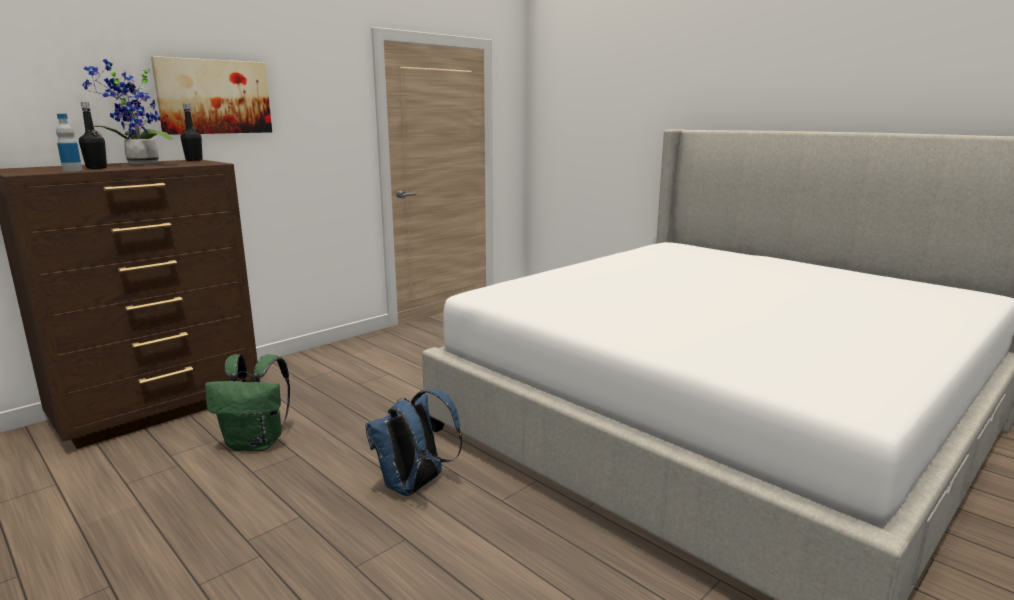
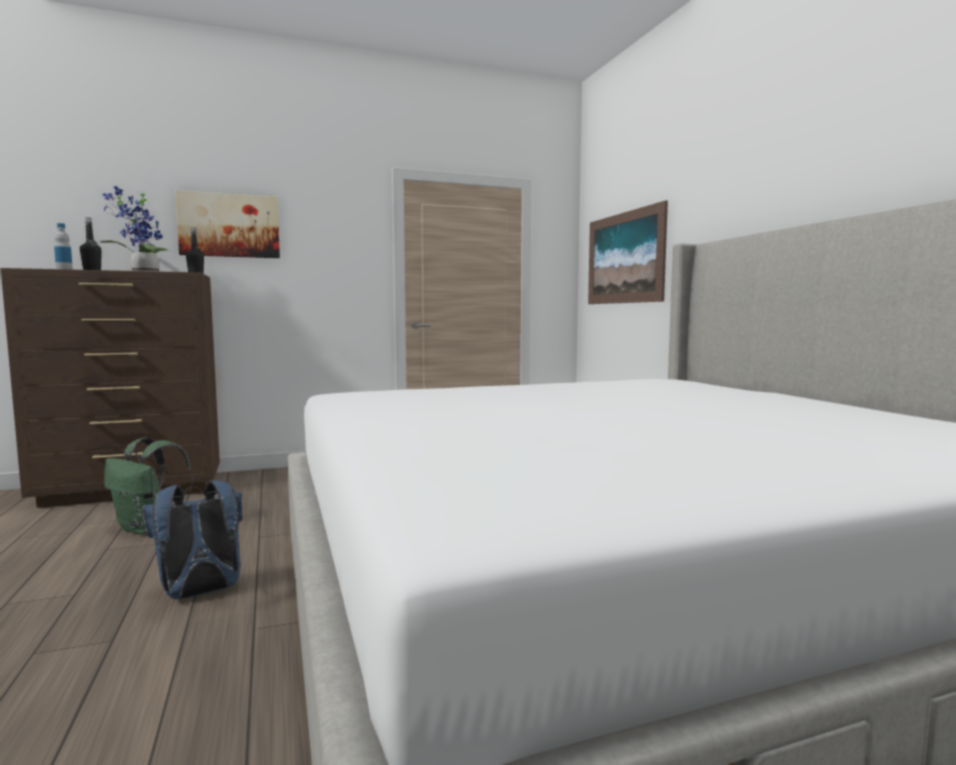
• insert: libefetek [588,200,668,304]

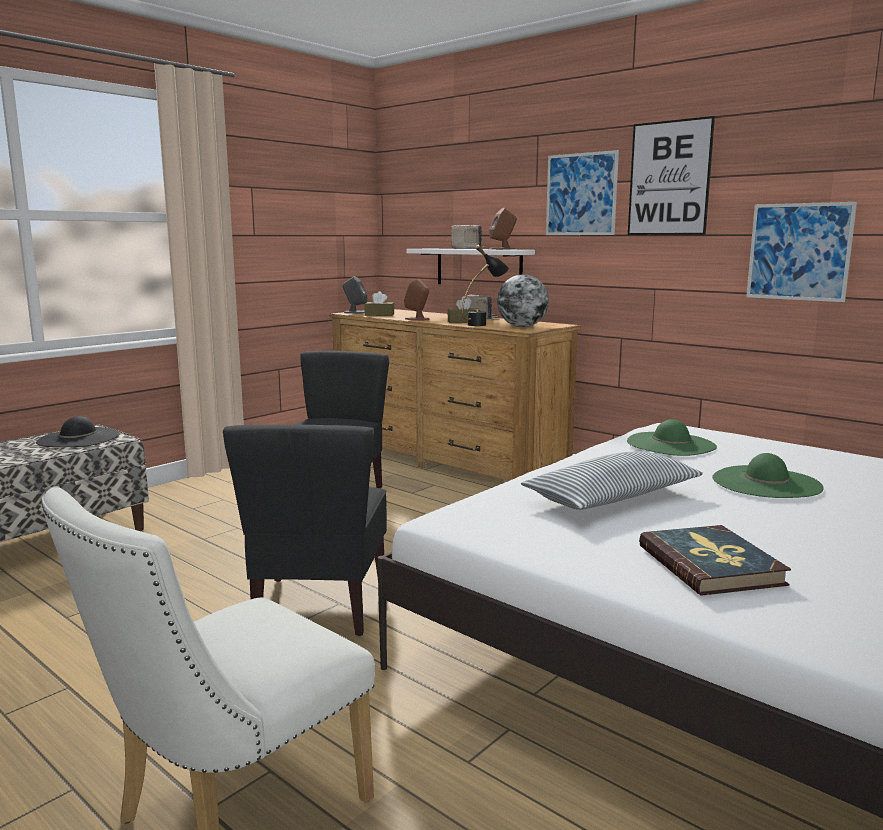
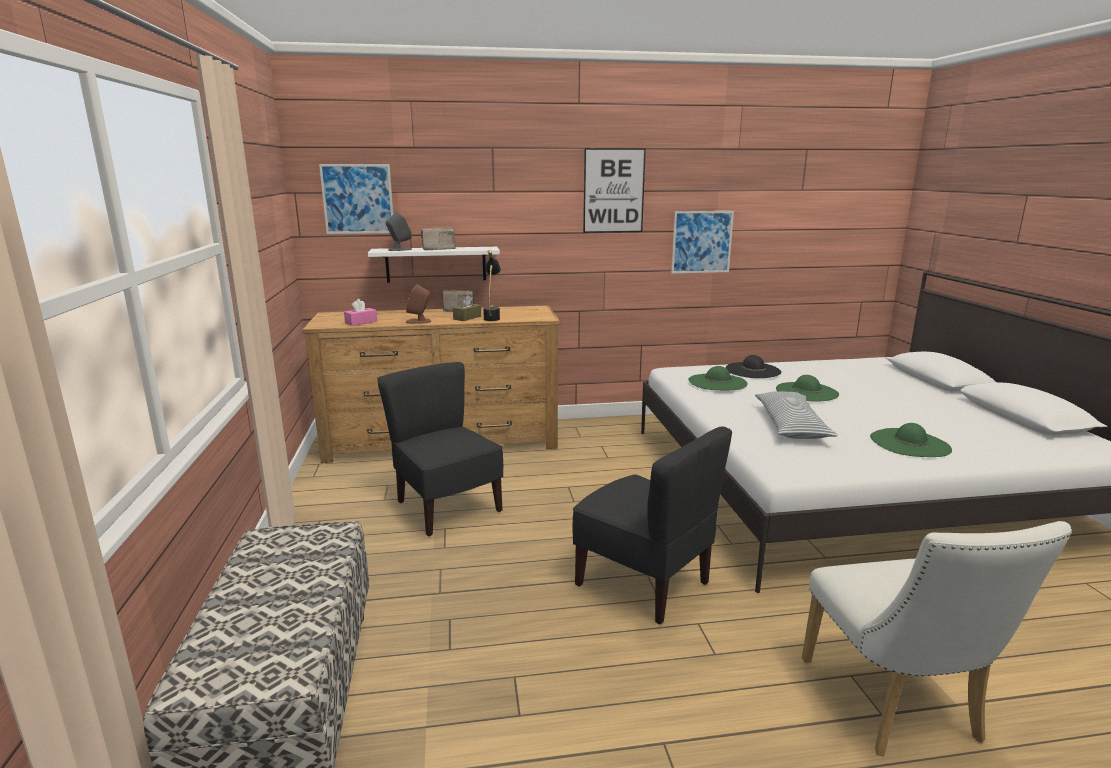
• delete: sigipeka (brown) [489,208,517,250]
• delete: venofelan [497,274,549,327]
• move: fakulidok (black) [36,416,120,447] to [726,355,782,378]
• move: sigipeka (grey) [342,276,367,314] to [385,212,412,251]
• move: libefetek [546,150,619,235] to [319,164,393,234]
• replace: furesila [639,525,791,596] to fakulidok (green) [870,423,952,457]
• recolor: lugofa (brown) [364,291,394,316] to lugofa (pink) [344,299,377,326]

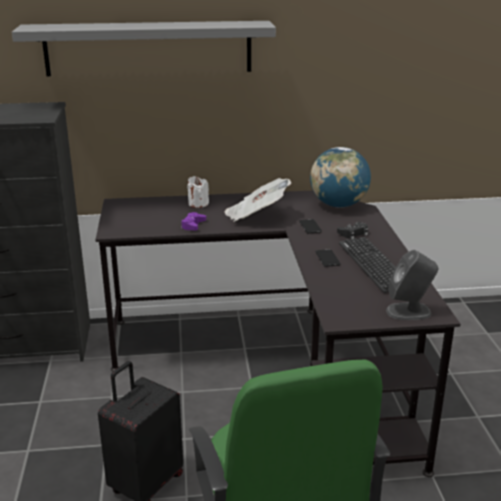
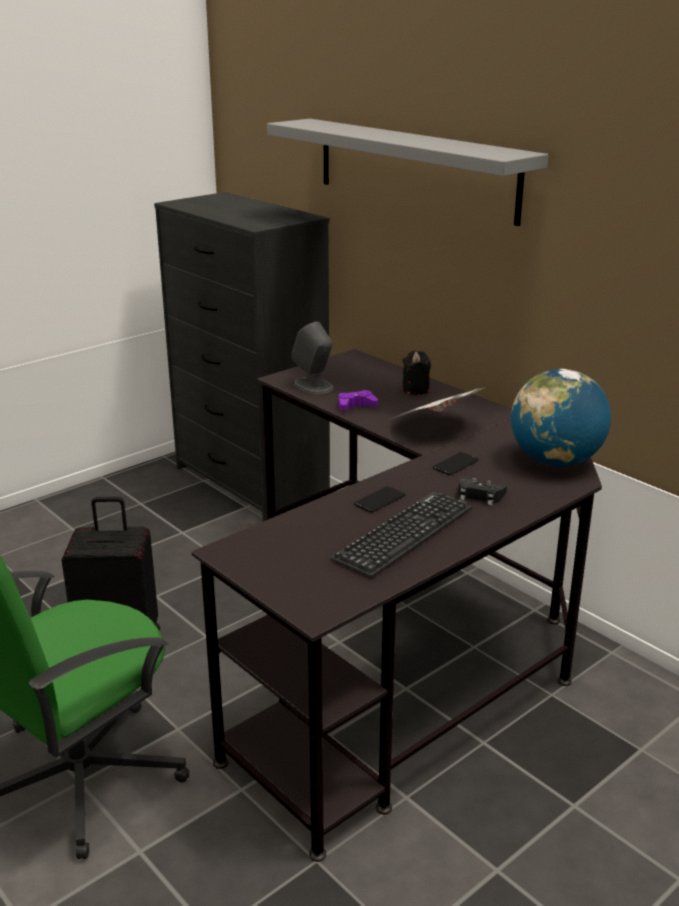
• move: sigipeka (grey) [386,250,438,320] to [292,322,334,394]
• recolor: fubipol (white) [187,176,209,208] to fubipol (black) [402,350,431,395]

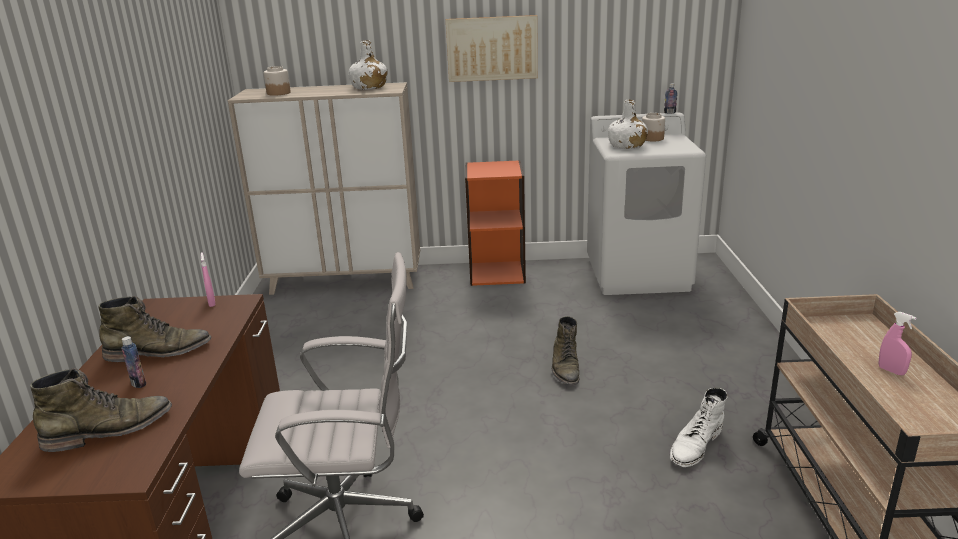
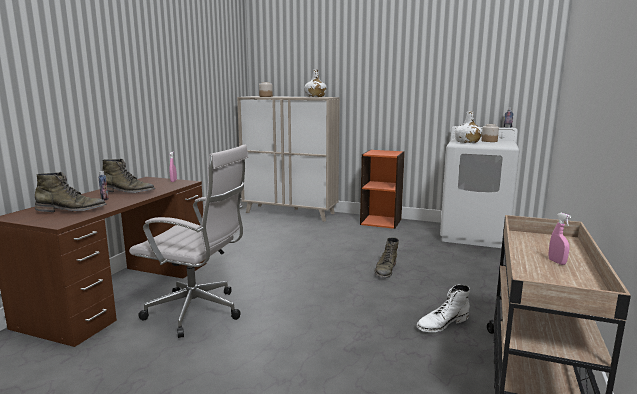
• delete: libefetek [446,15,538,82]

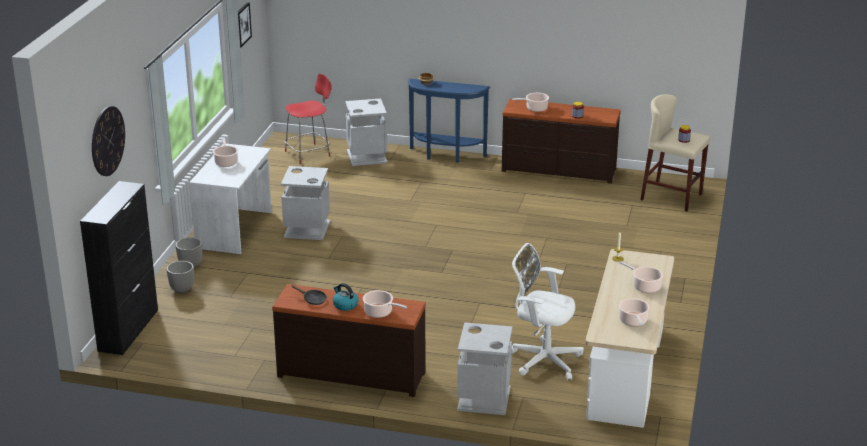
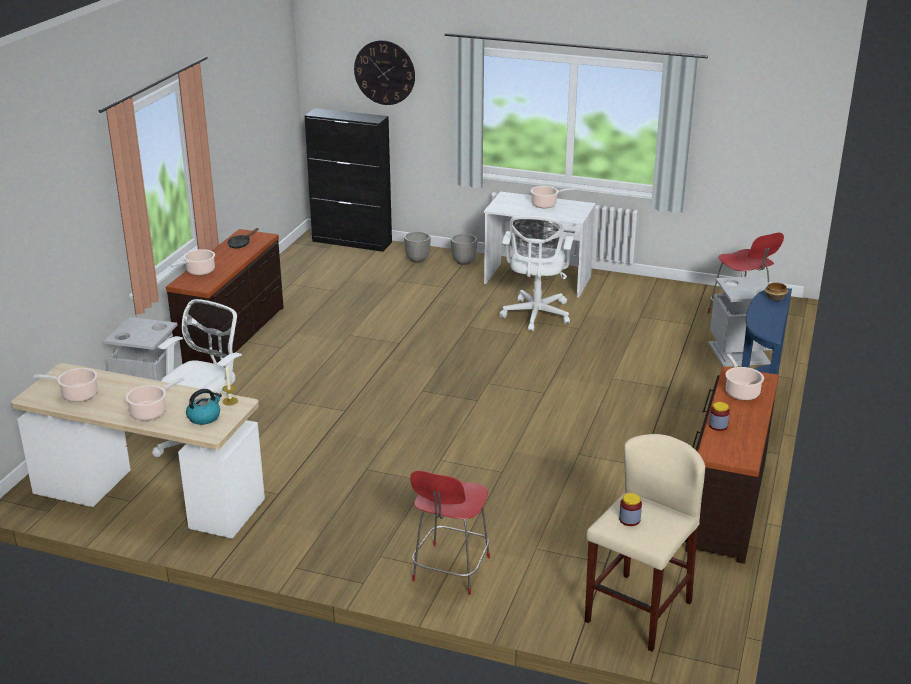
• delete: libefetek [238,2,252,48]
• insert: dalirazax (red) [410,470,490,595]
• move: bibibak [333,283,359,311] to [186,389,222,425]
• replace: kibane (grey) [281,166,330,240] to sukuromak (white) [499,216,574,331]

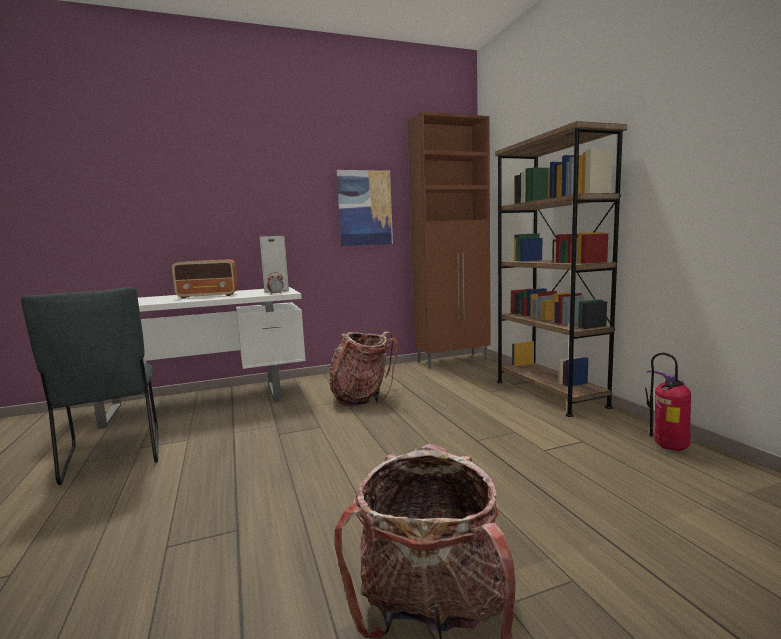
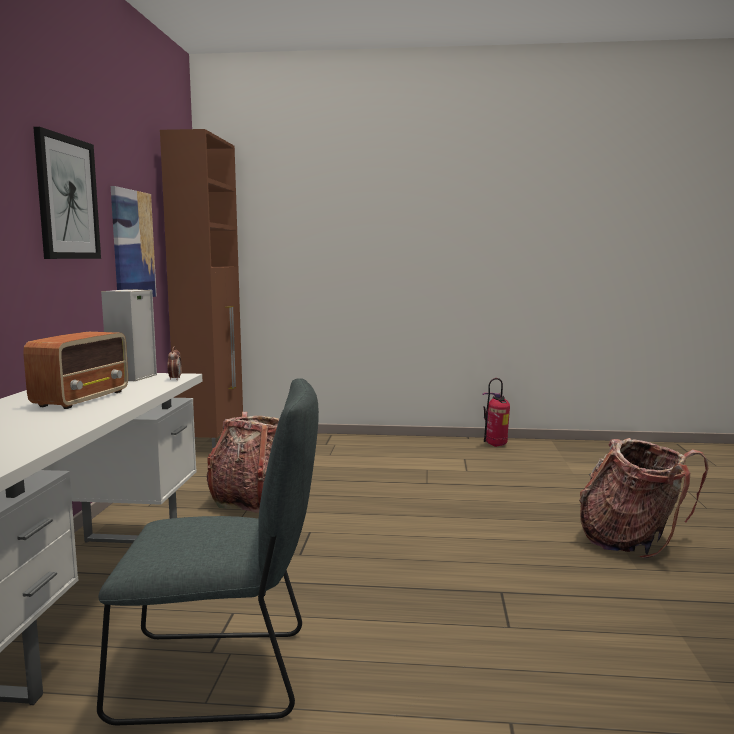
• delete: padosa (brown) [495,121,627,417]
• insert: libefetek [33,127,101,259]

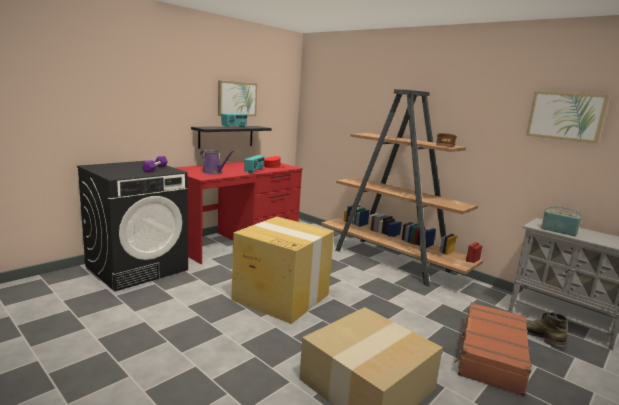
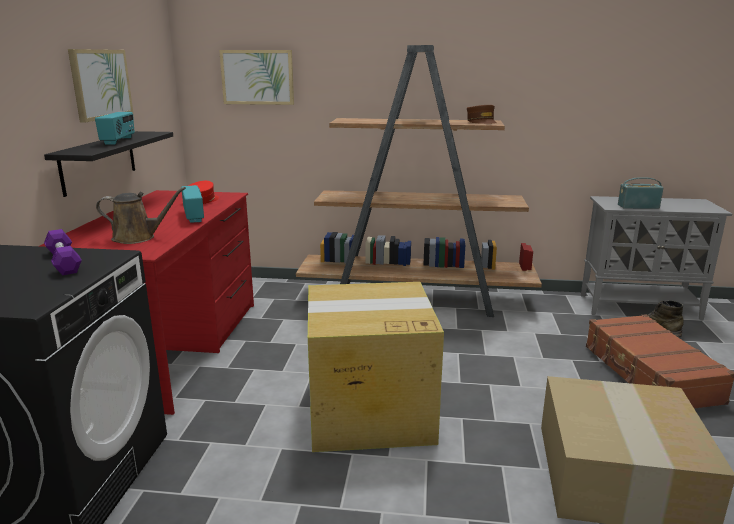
• move: libefetek [526,91,609,143] to [219,50,294,105]
• recolor: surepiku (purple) [200,149,234,175] to surepiku (brown) [96,187,186,244]

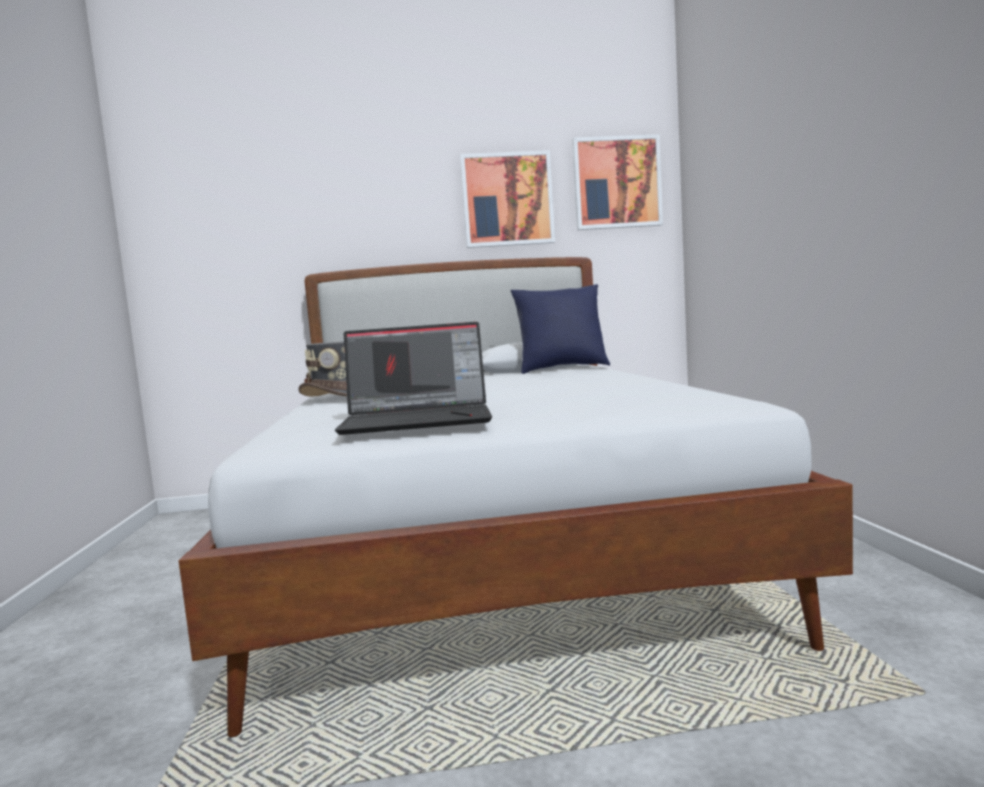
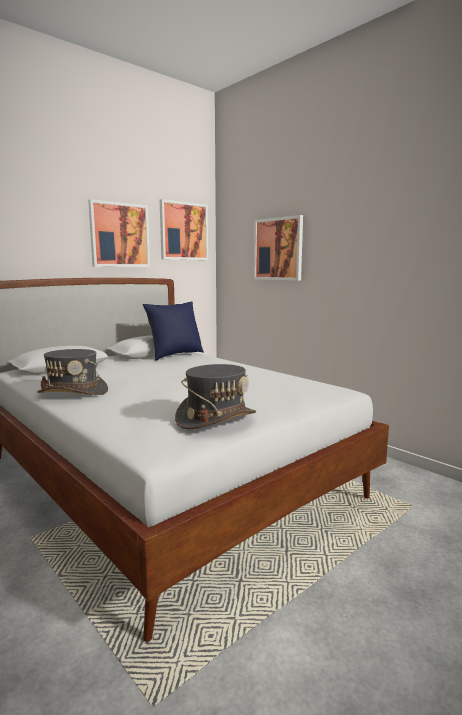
• insert: libefetek [254,215,303,281]
• replace: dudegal [335,322,492,435] to fakulidok (grey) [175,364,256,429]

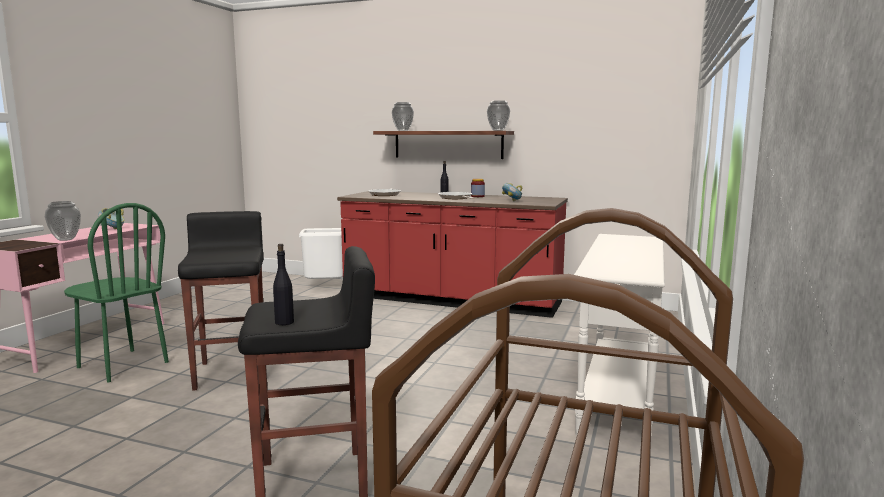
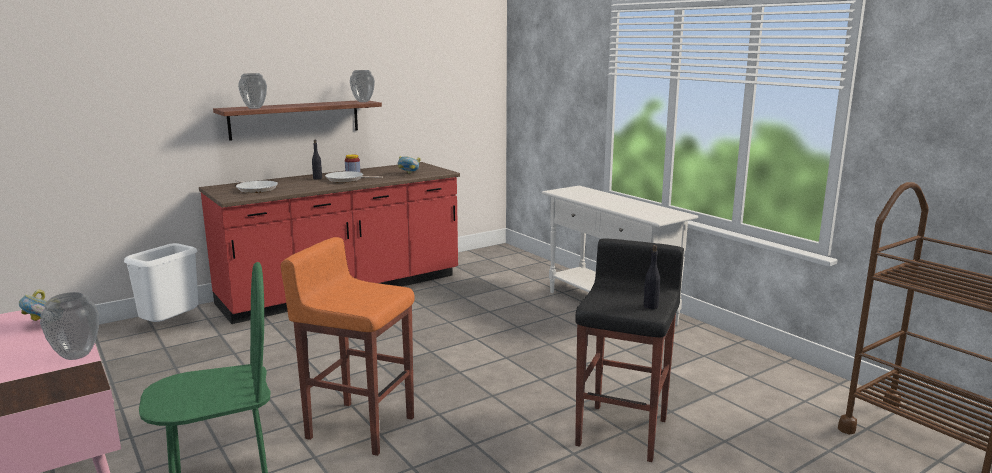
• recolor: dalirazax (black) [178,211,264,391] to dalirazax (orange) [281,237,415,456]

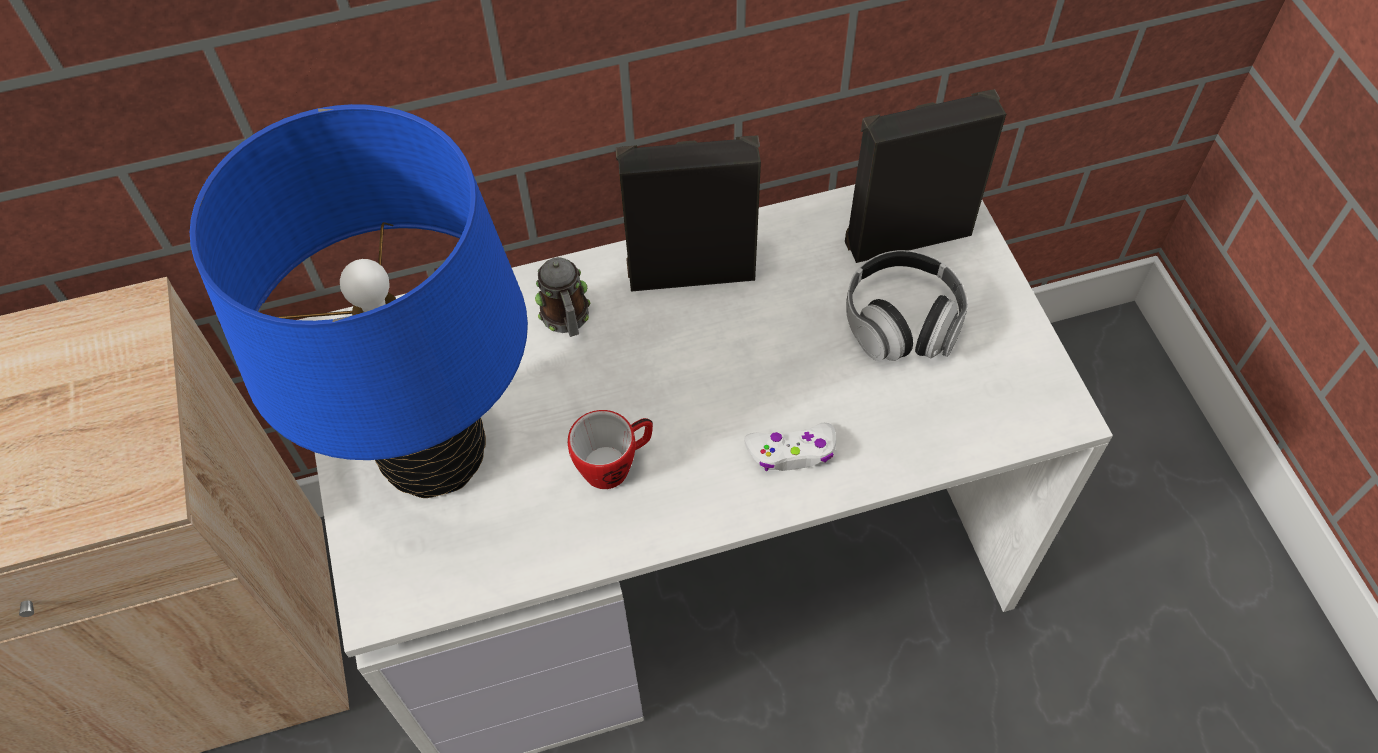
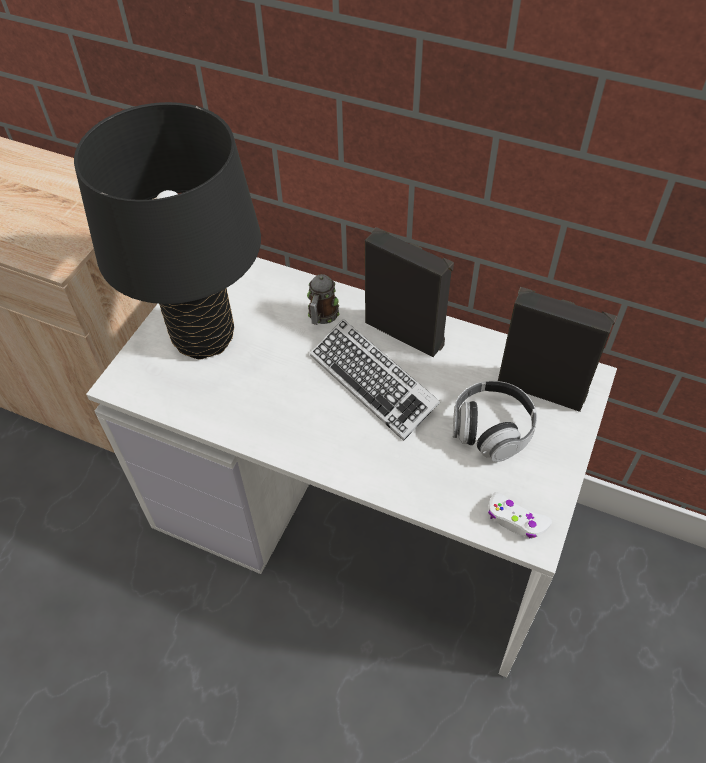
• delete: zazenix [568,410,653,489]
• insert: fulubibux [310,319,440,441]
• move: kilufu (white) [744,423,836,471] to [488,492,552,539]
• recolor: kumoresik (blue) [190,104,528,498] to kumoresik (black) [74,102,261,360]

